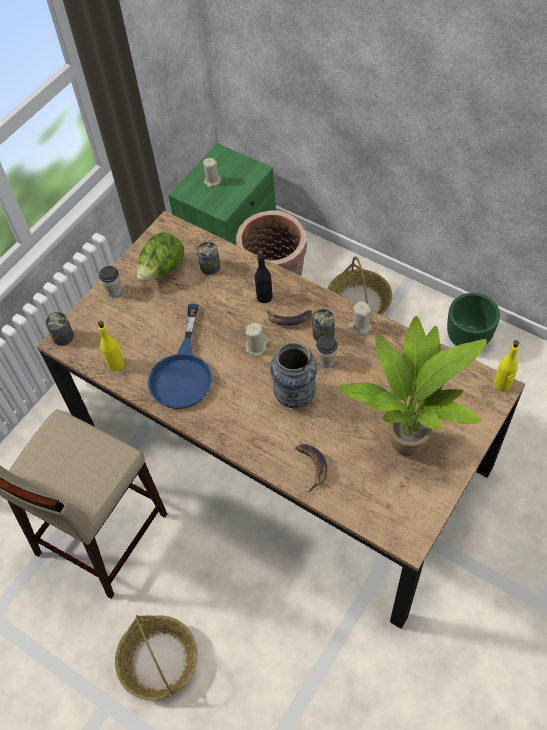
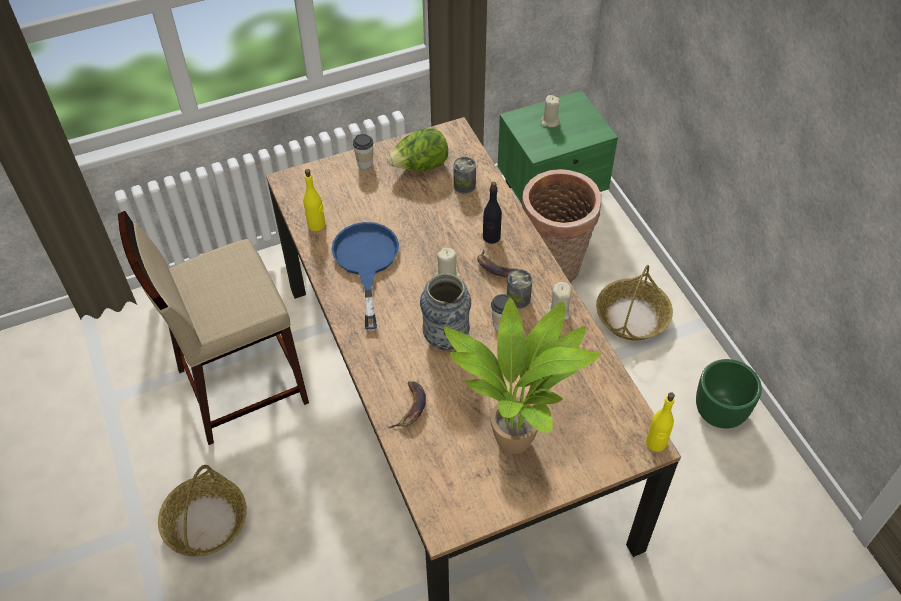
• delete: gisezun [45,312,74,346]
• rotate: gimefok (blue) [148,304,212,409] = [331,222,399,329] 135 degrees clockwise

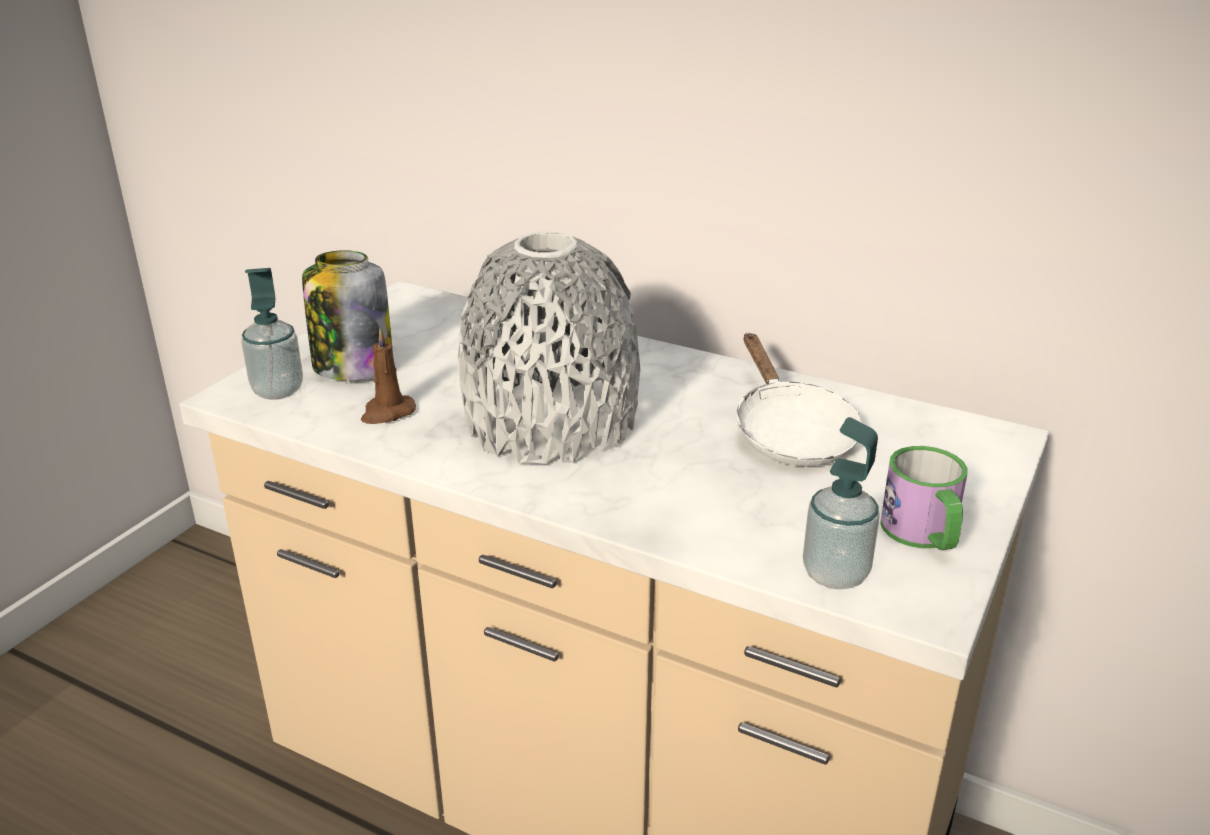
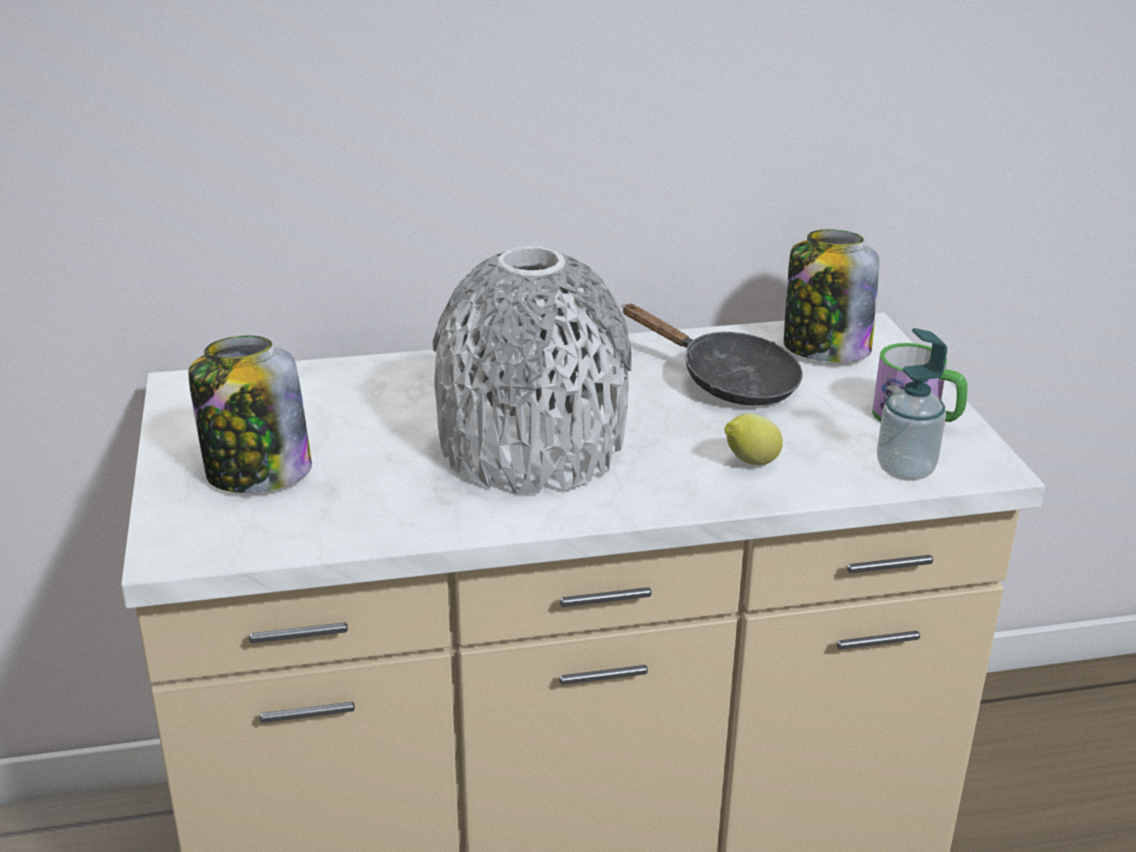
• delete: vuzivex [241,268,303,400]
• delete: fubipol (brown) [361,328,416,424]
• insert: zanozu [725,413,783,465]
• insert: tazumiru [784,230,879,362]
• recolor: gimefok (white) [737,333,861,466] to gimefok (black) [622,304,803,406]

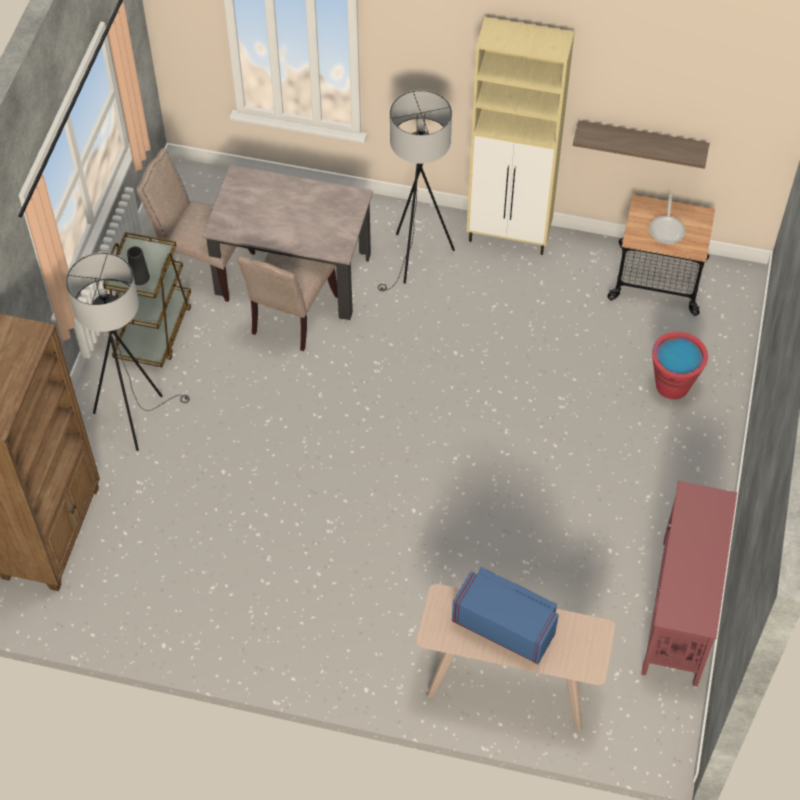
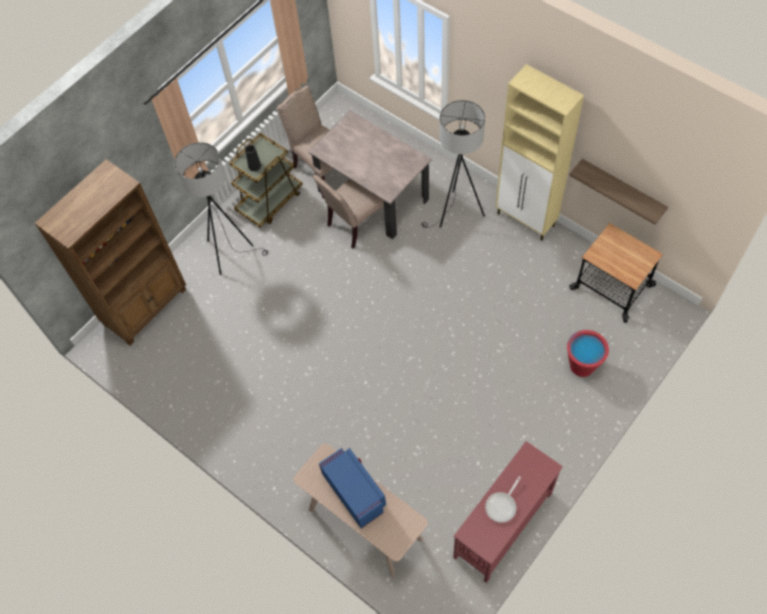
• move: gimefok [649,195,685,244] to [485,476,521,523]

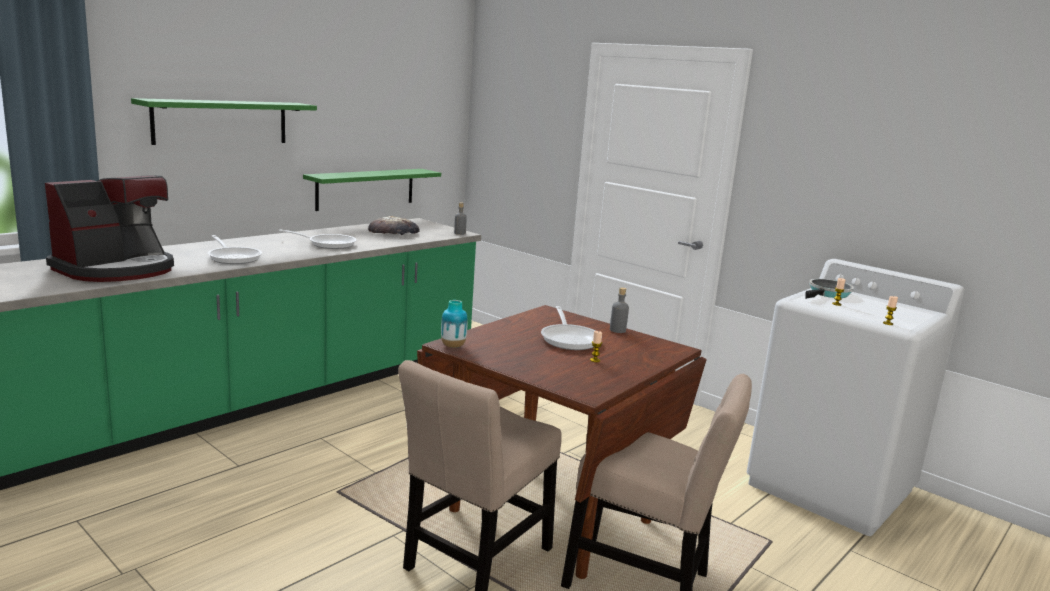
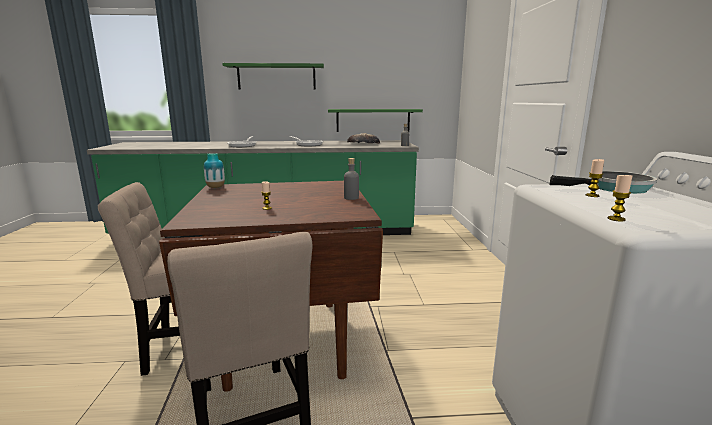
• delete: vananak [45,175,174,282]
• delete: gimefok [541,306,596,350]

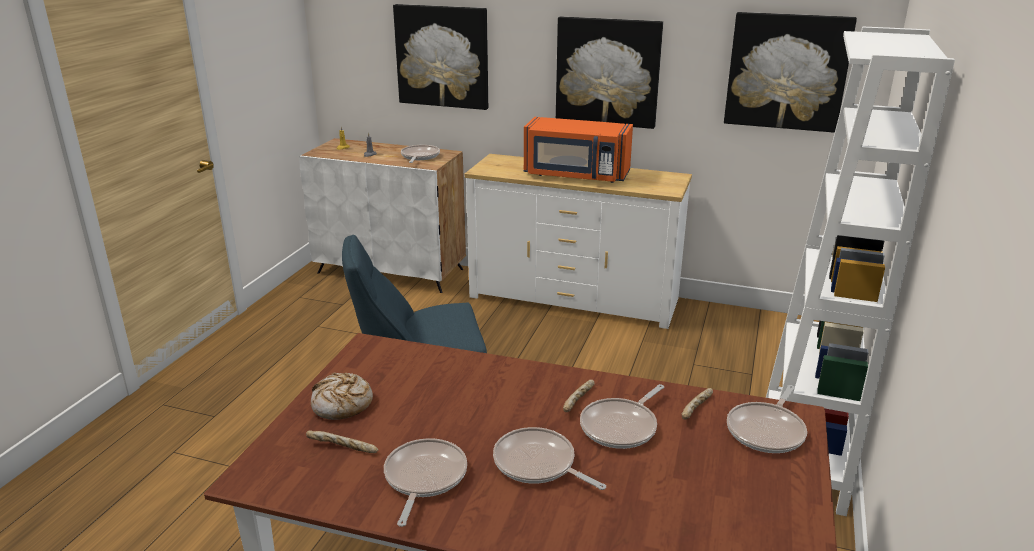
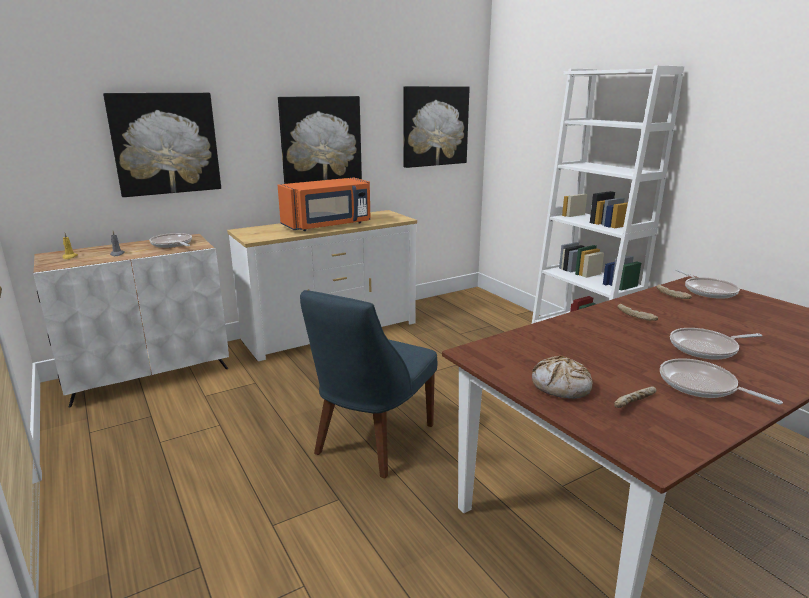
• delete: gimefok [580,384,664,449]

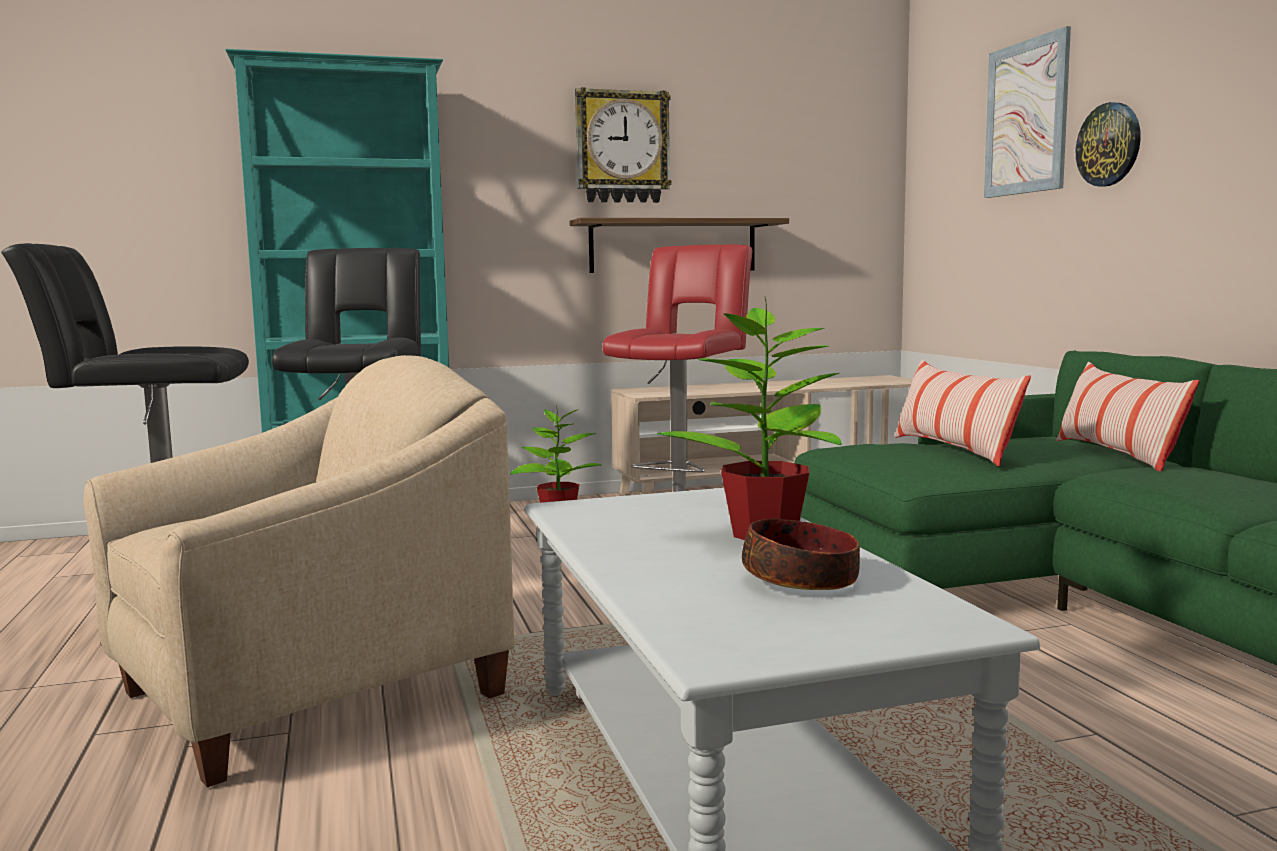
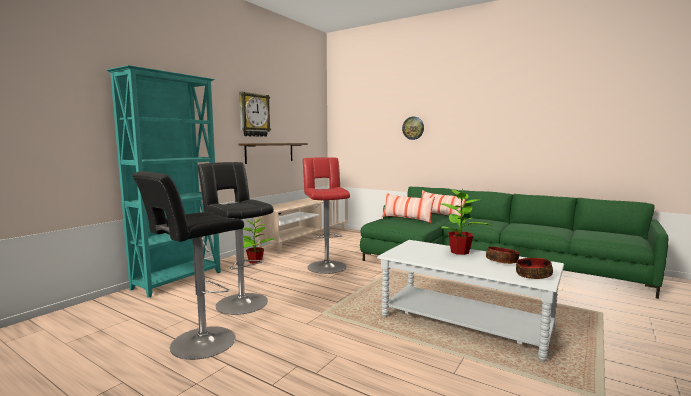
• delete: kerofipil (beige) [84,355,515,787]
• delete: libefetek [984,26,1071,198]
• insert: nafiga [516,258,553,279]

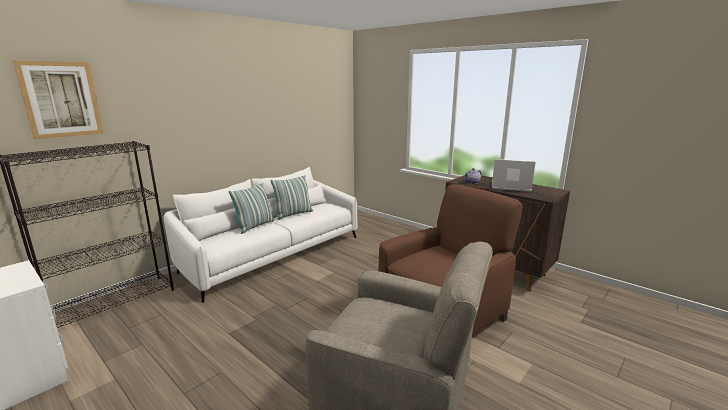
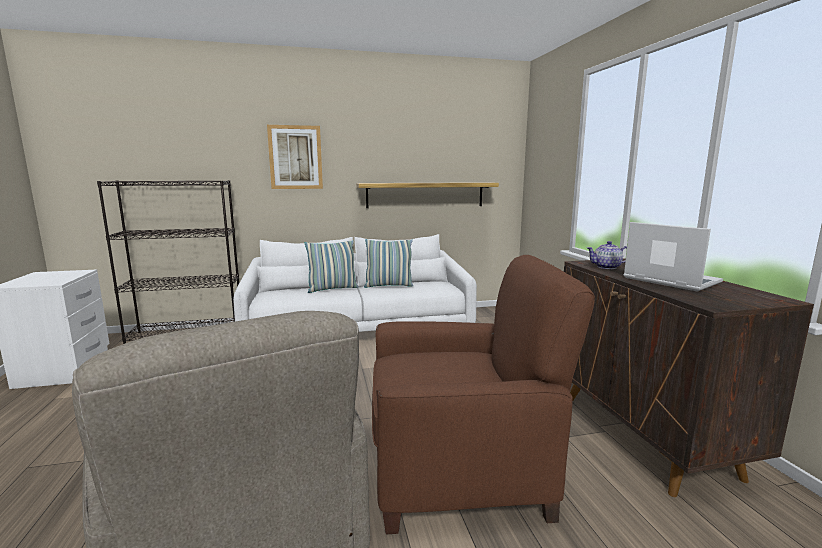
• insert: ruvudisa [356,182,499,208]
• move: libefetek [13,60,104,139] to [267,125,323,189]

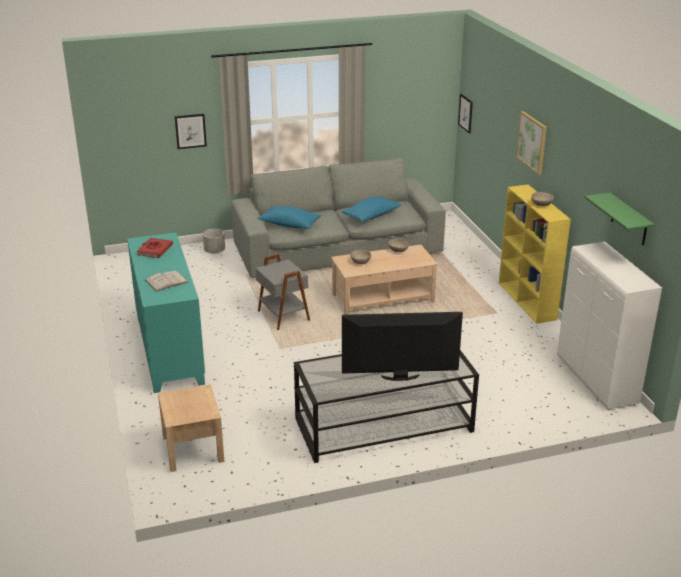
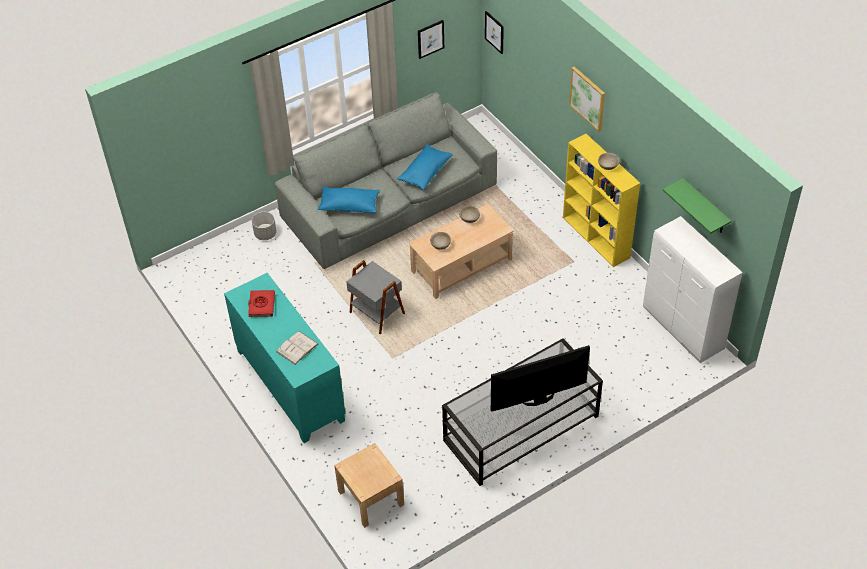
• move: libefetek [175,114,207,149] to [418,20,444,59]

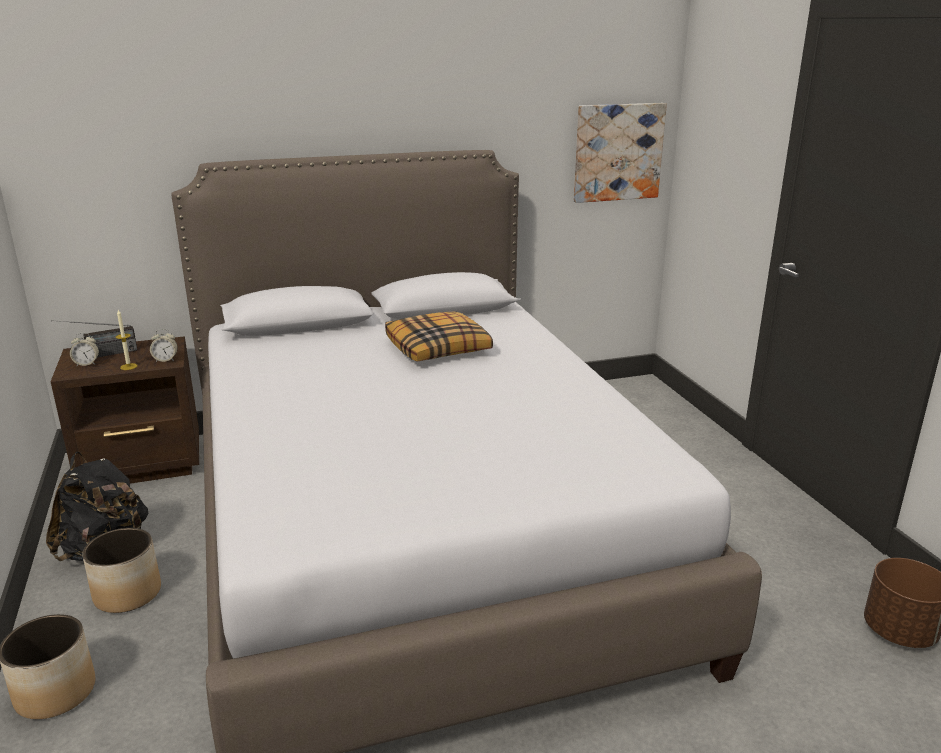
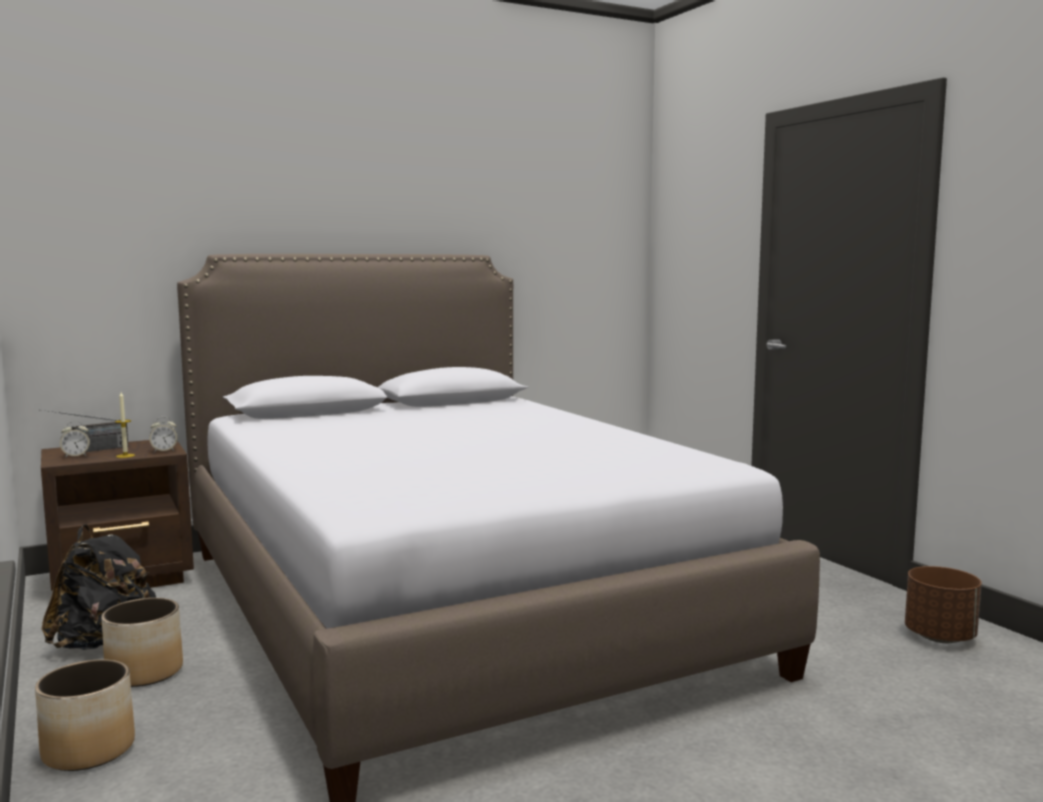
• delete: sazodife [385,311,493,361]
• delete: libefetek [574,103,667,203]

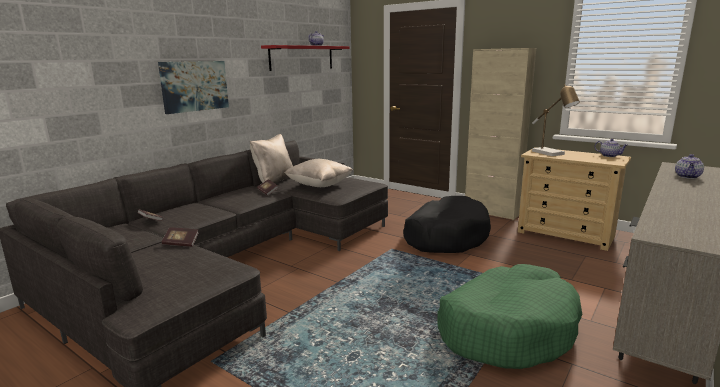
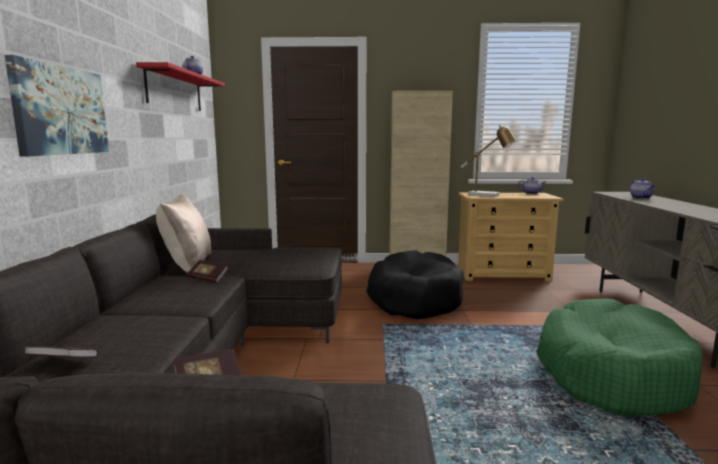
• delete: sazodife (beige) [284,159,353,187]

